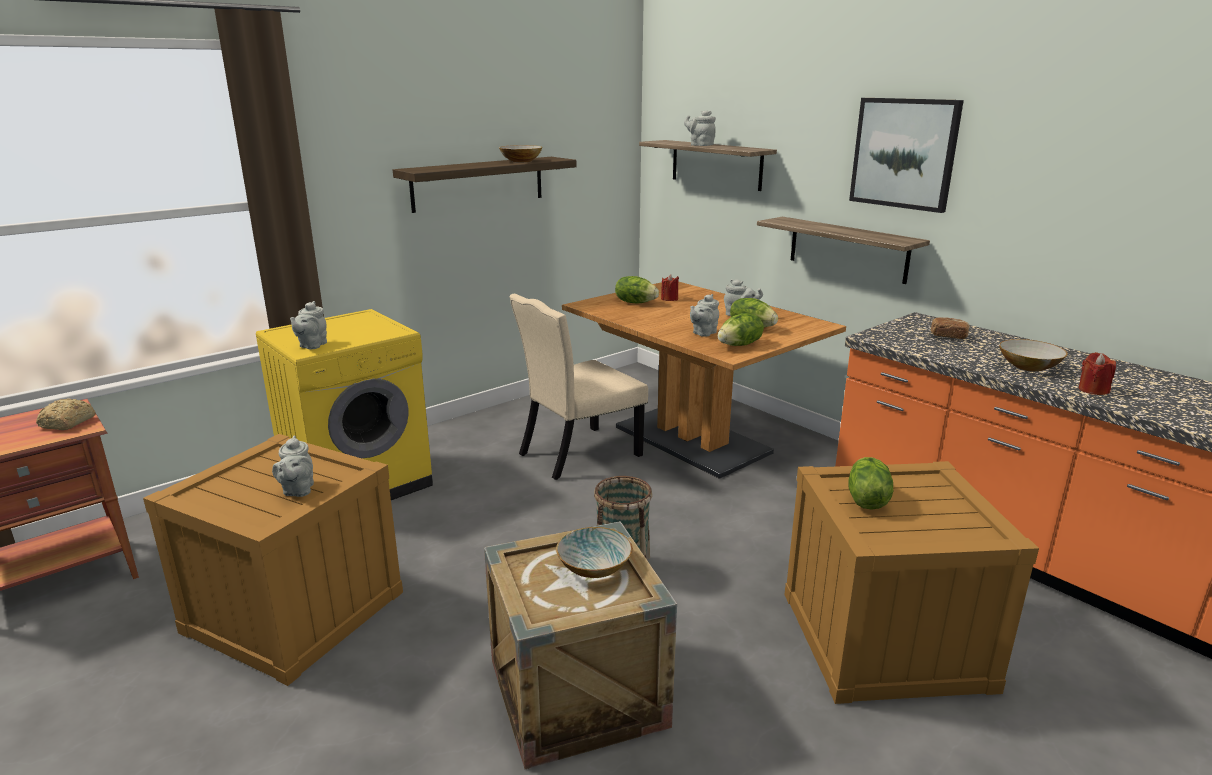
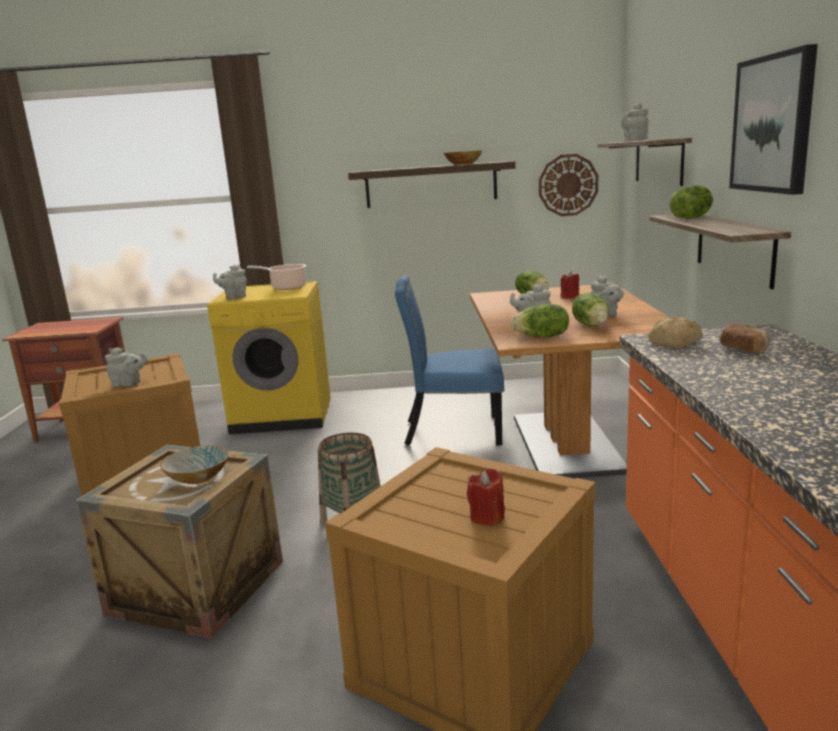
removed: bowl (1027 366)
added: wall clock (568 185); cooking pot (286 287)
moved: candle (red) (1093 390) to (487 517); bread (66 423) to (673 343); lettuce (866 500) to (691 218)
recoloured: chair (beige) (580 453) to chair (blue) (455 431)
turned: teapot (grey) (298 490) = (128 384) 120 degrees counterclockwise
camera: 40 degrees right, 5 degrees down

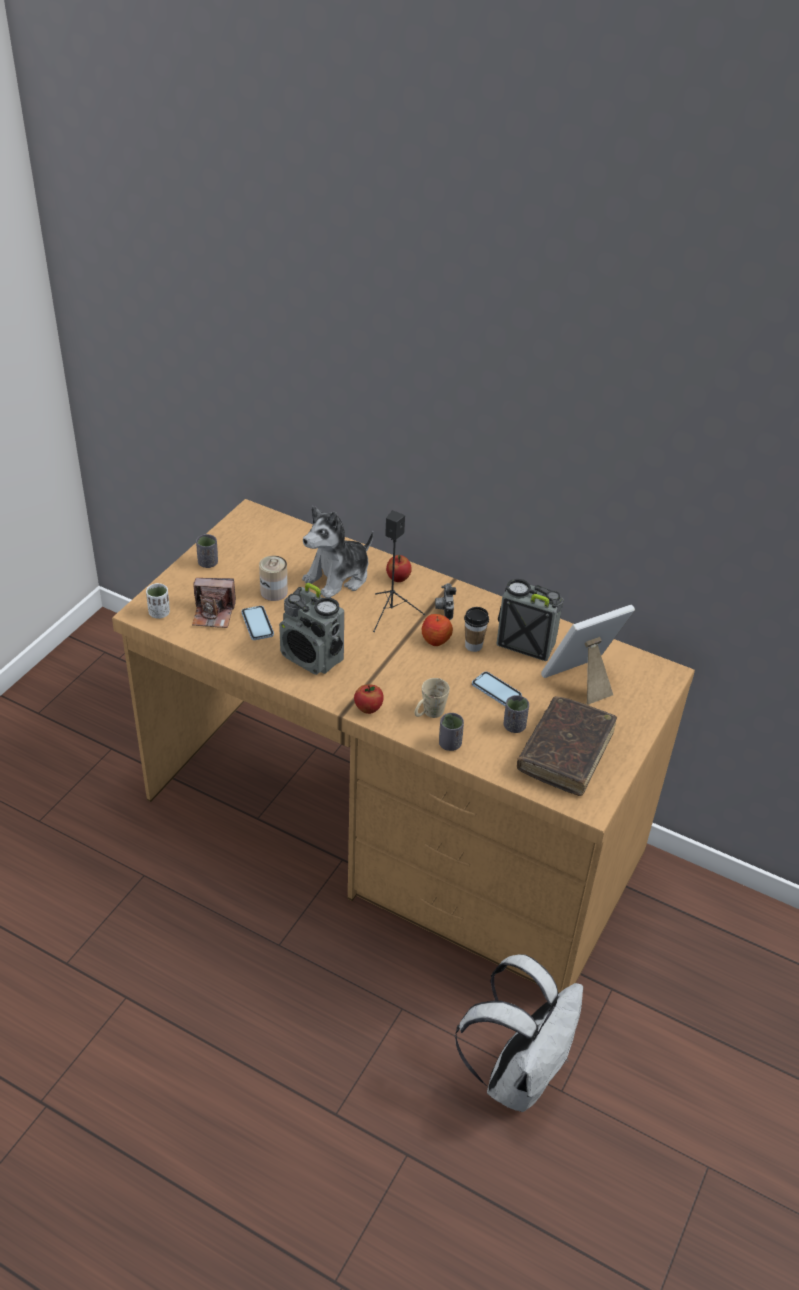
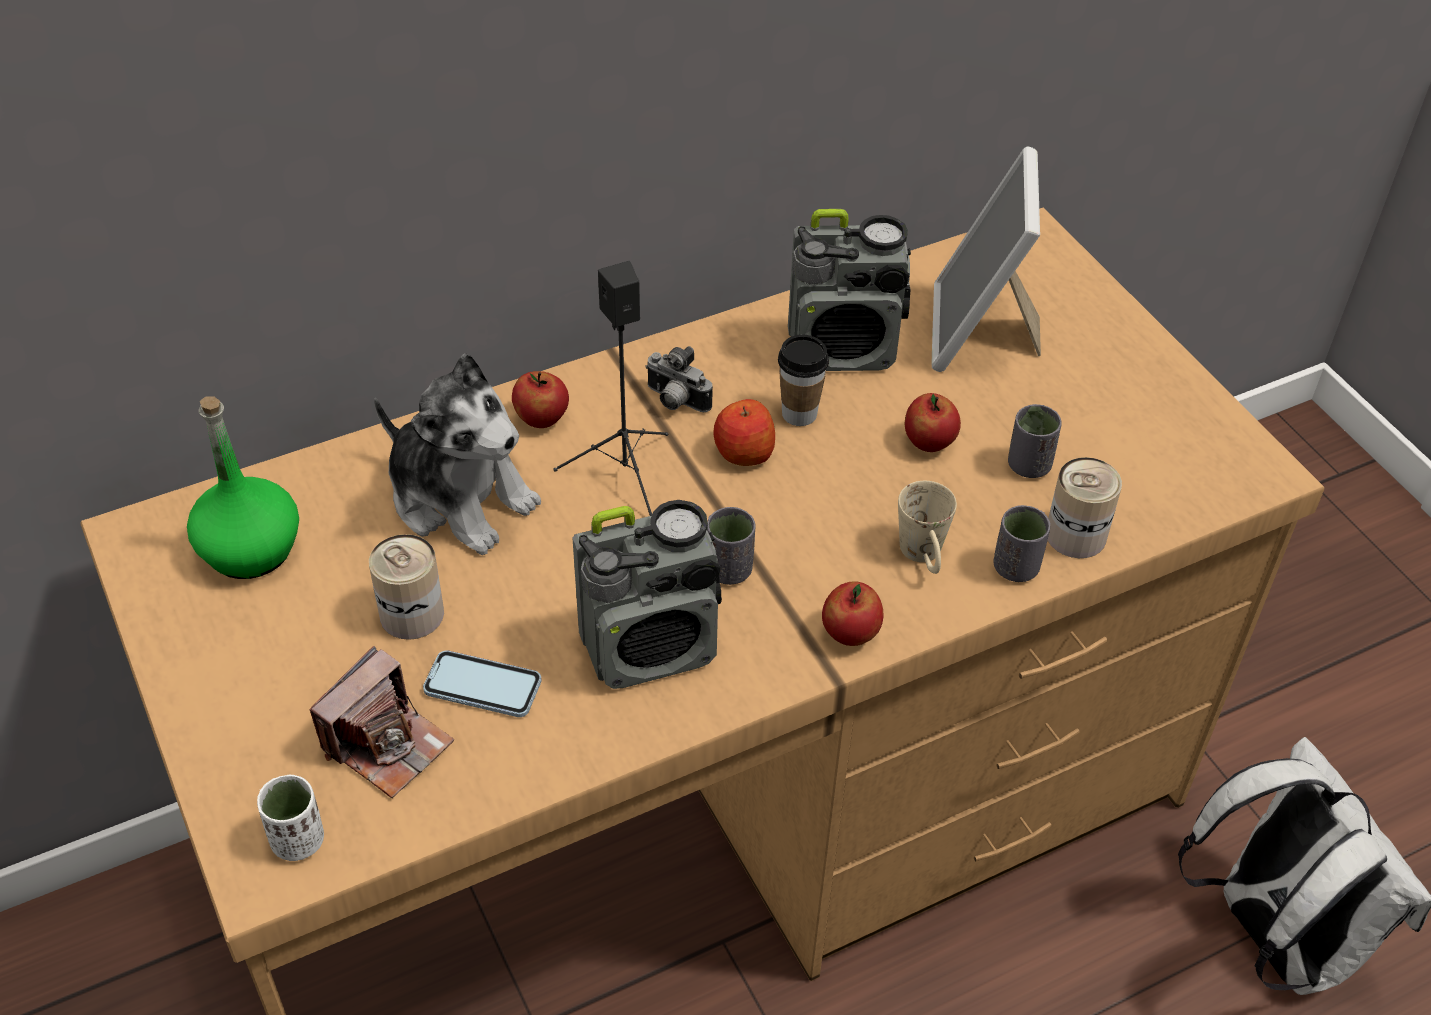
removed: book (brown) (565 752)
added: bottle (green) (251 549); can (1075 535)
moved: cup (grey) (208 563) to (729 570)
replaced: phone (496 690) to apple (929 443)
turned: plush toy (338 577) = (460 498) 45 degrees counterclockwise; radio (526 643) = (844 349) 150 degrees counterclockwise
camera: 55 degrees left, 5 degrees up

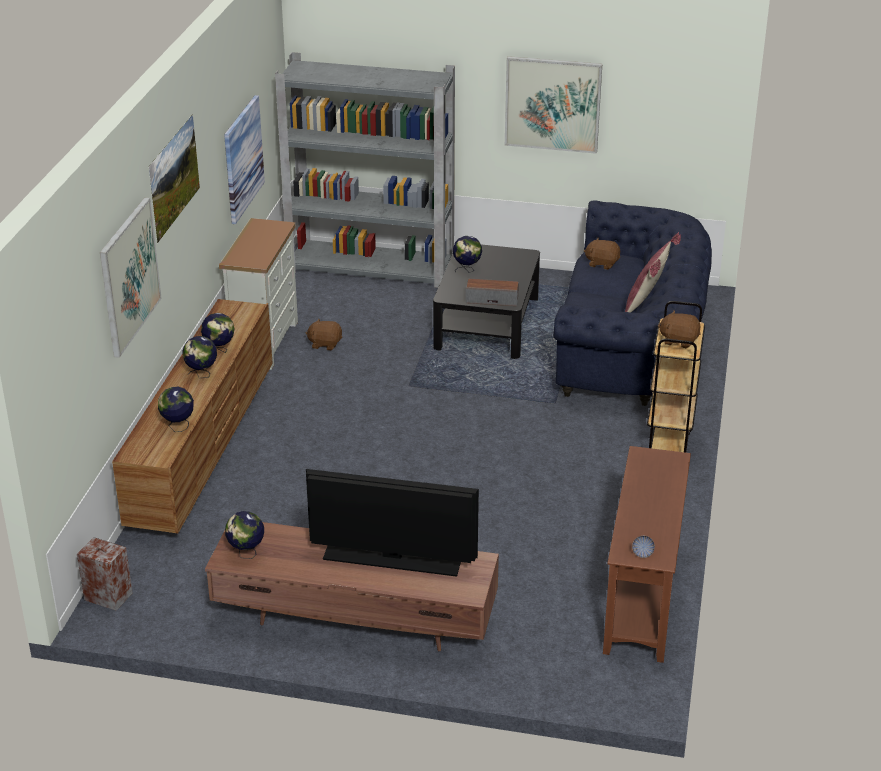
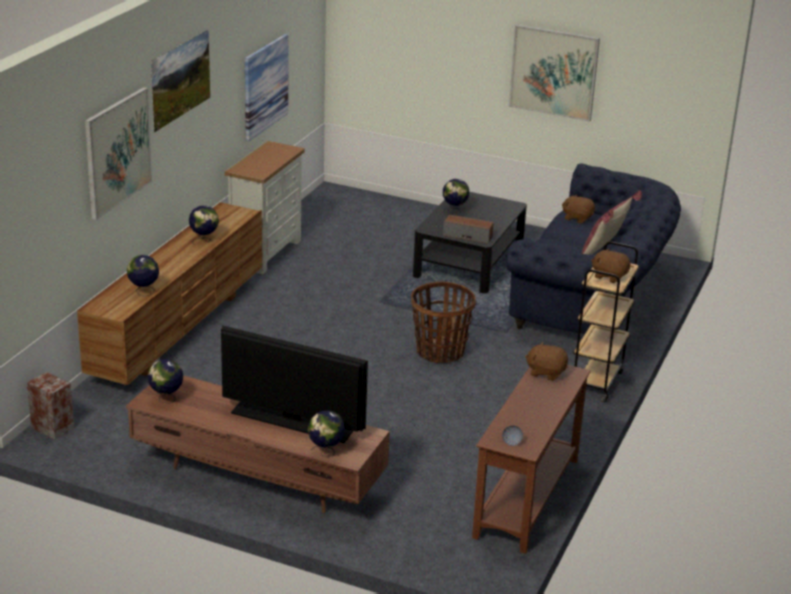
removed: bookcase (grey) (371 267)
added: basket (440 352)
moved: plush toy (brown) (325 344) to (546 372); globe (202 375) to (326 452)
camera: 10 degrees right, 5 degrees down

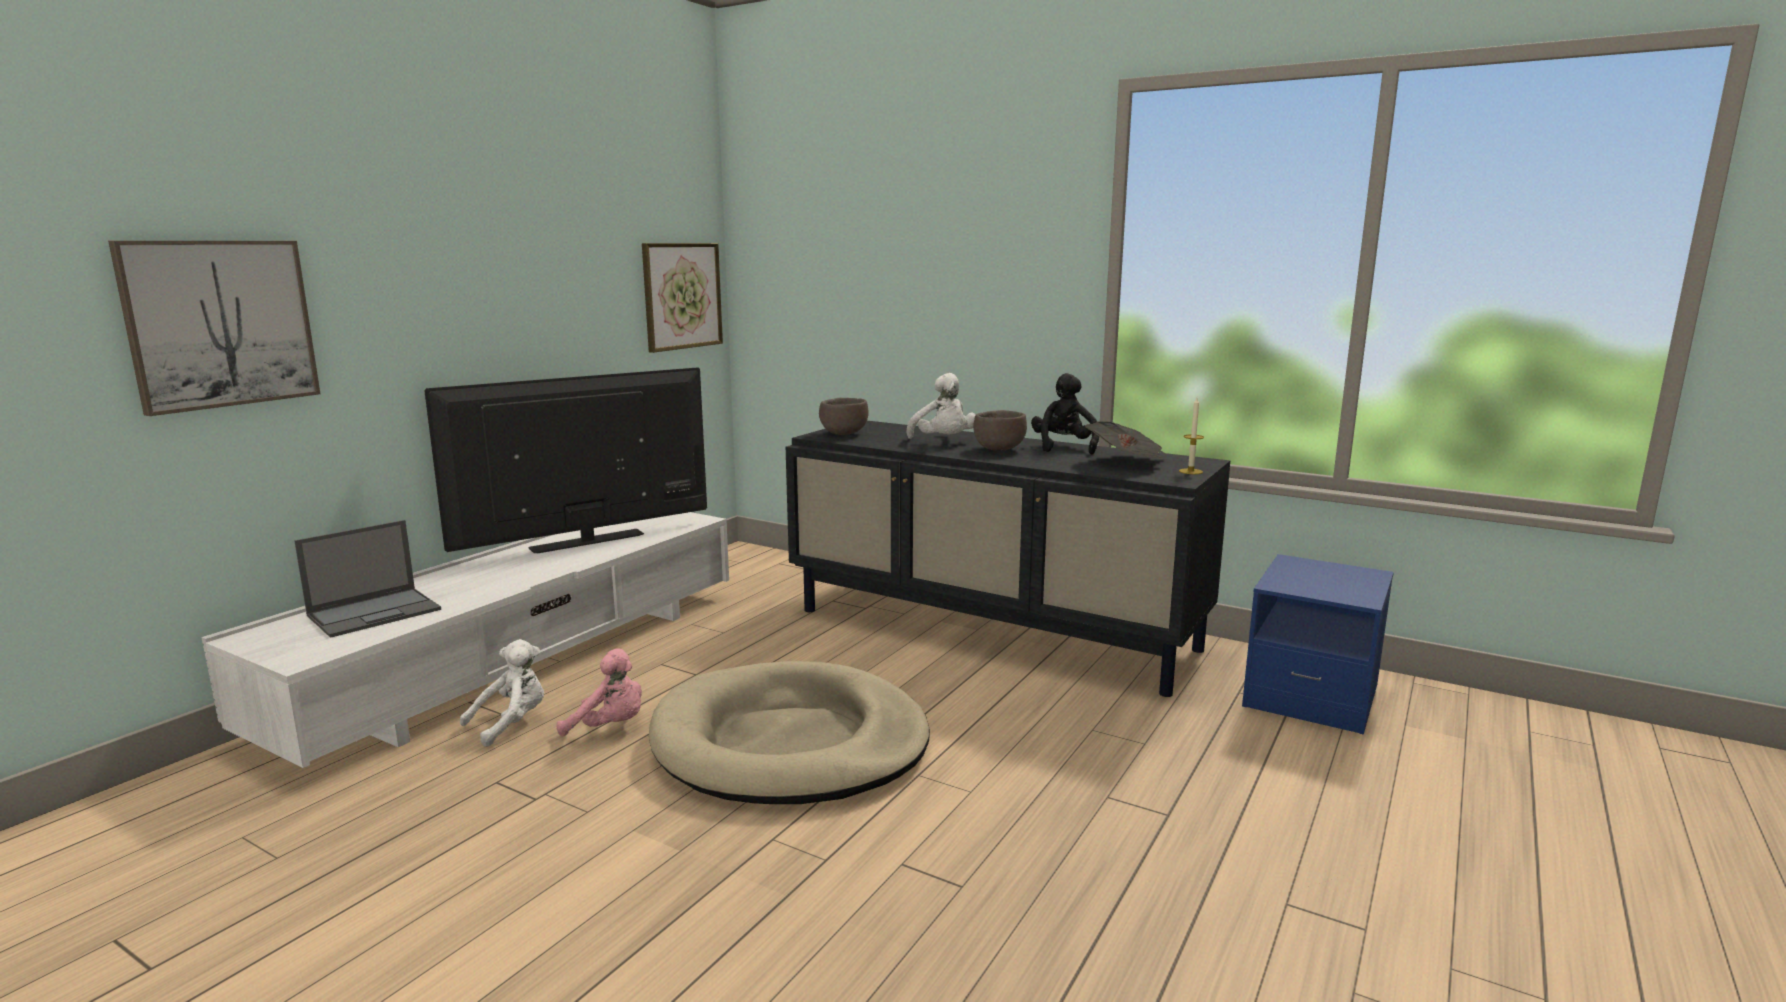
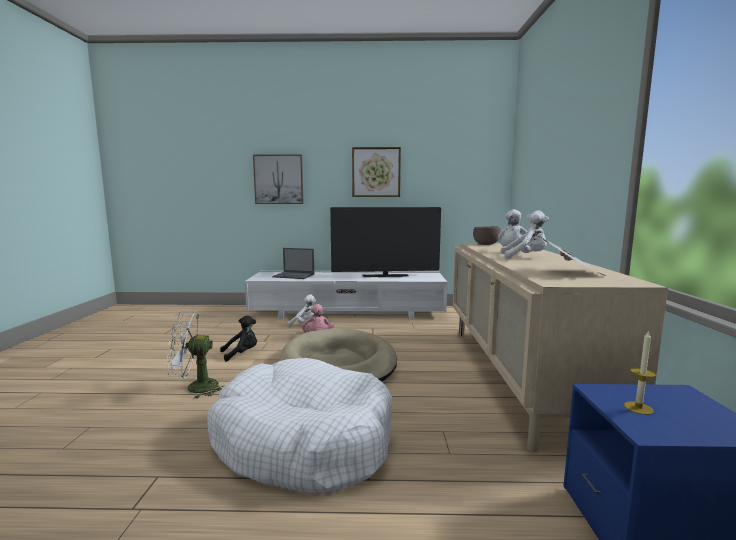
added: fan (white) (195 388); dog bed (white) (303 441)
moved: picture (682 296) to (376 172); plush toy (black) (1064 447) to (241 354); candle (1190 471) to (638 408)
replaced: bowl (brown) (999 449) to plush toy (white) (525 257)
recoloured: cabinet (black) (991 631) to cabinet (beige) (517 375)
turned: television (587 542) = (385 276) 150 degrees clockwise
camera: 60 degrees right, 5 degrees down

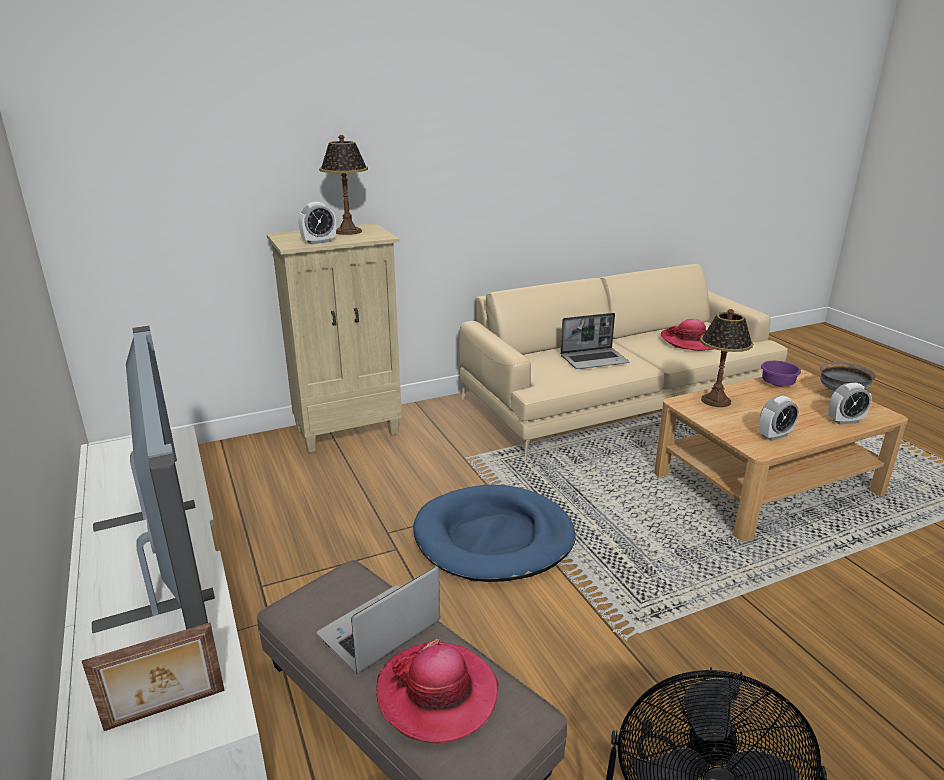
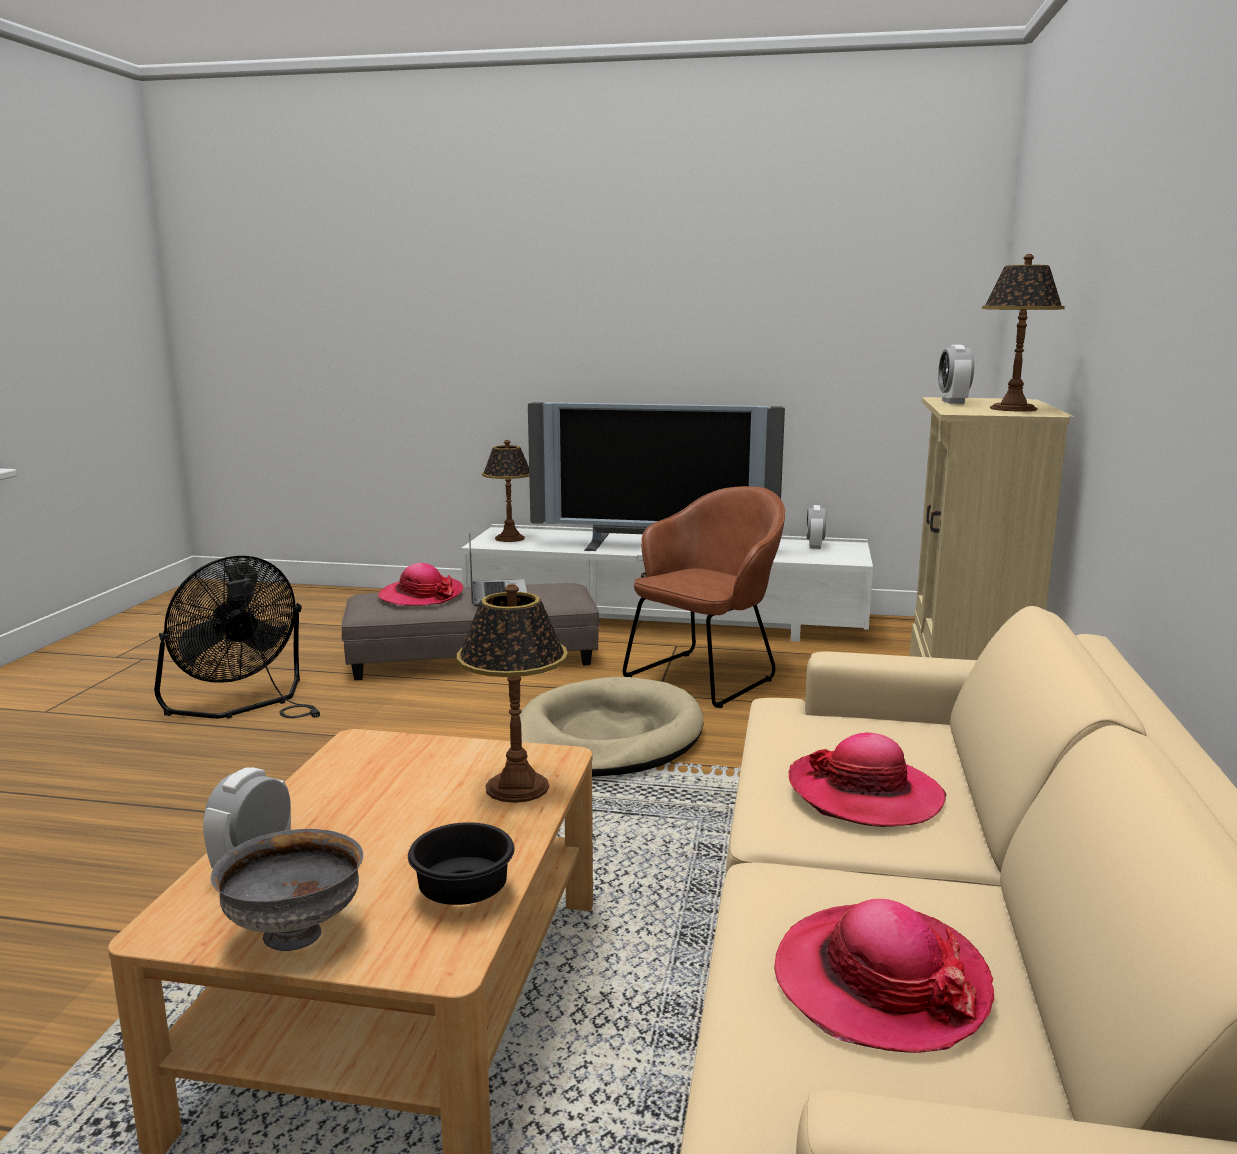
added: armchair (brown) (707 676)
moved: alarm clock (774 435) to (815 546)
replaced: laptop (594 360) to hat (865 794); picture frame (166 711) to table lamp (509 538)
recoloured: bowl (purple) (776 384) to bowl (black) (467 893); dog bed (blue) (494 538) to dog bed (beige) (608 736)
camera: 125 degrees right, 10 degrees down

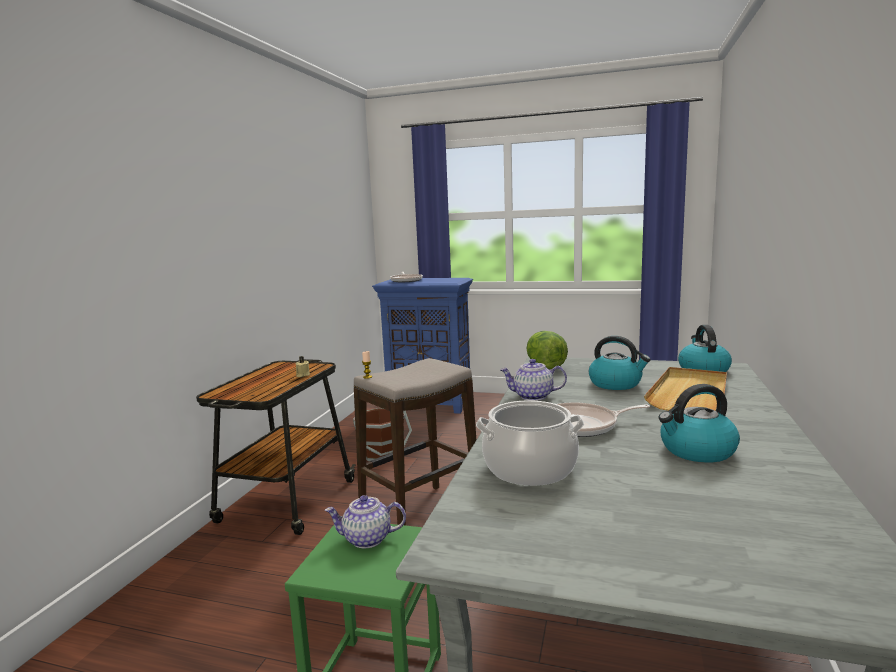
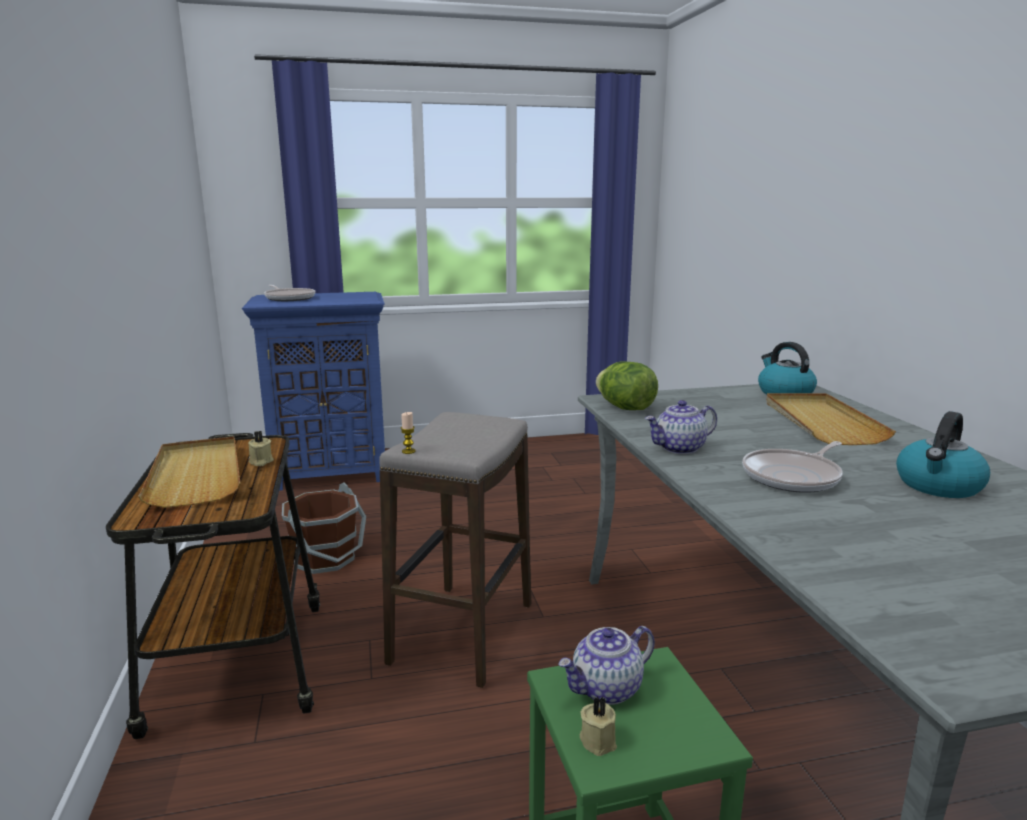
removed: kettle (616 384); cooking pot (530 468)
added: tray (beige) (197 475); candle (beige) (599 740)
camera: 30 degrees left, 5 degrees up

